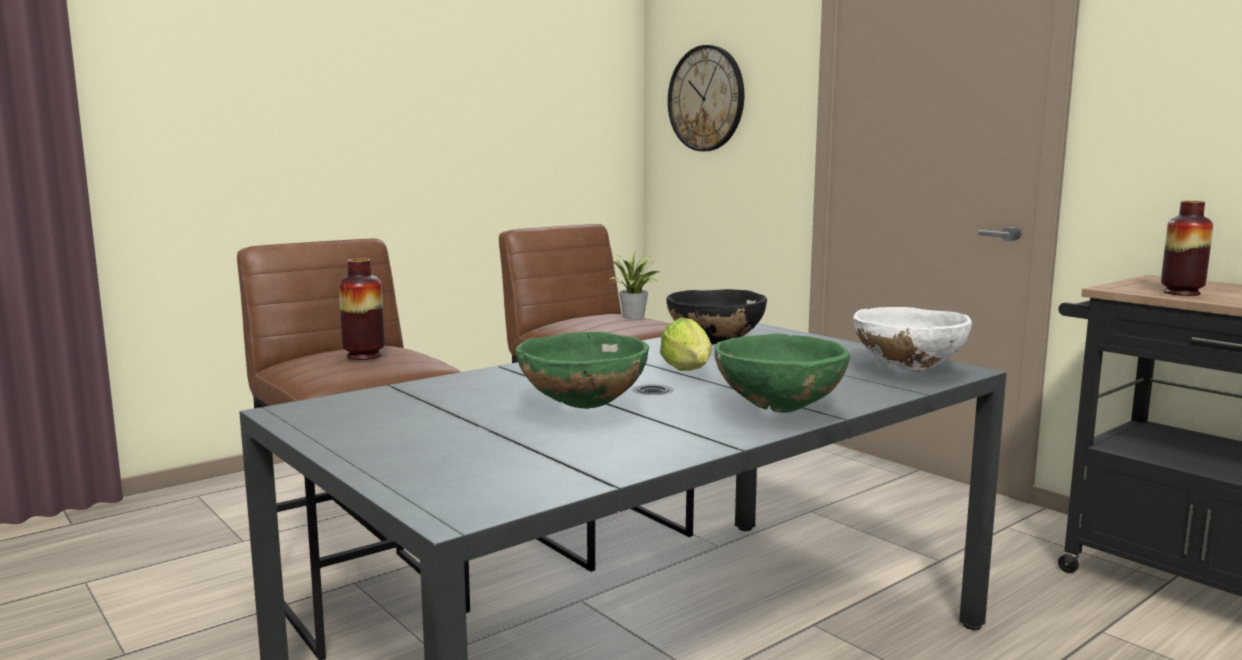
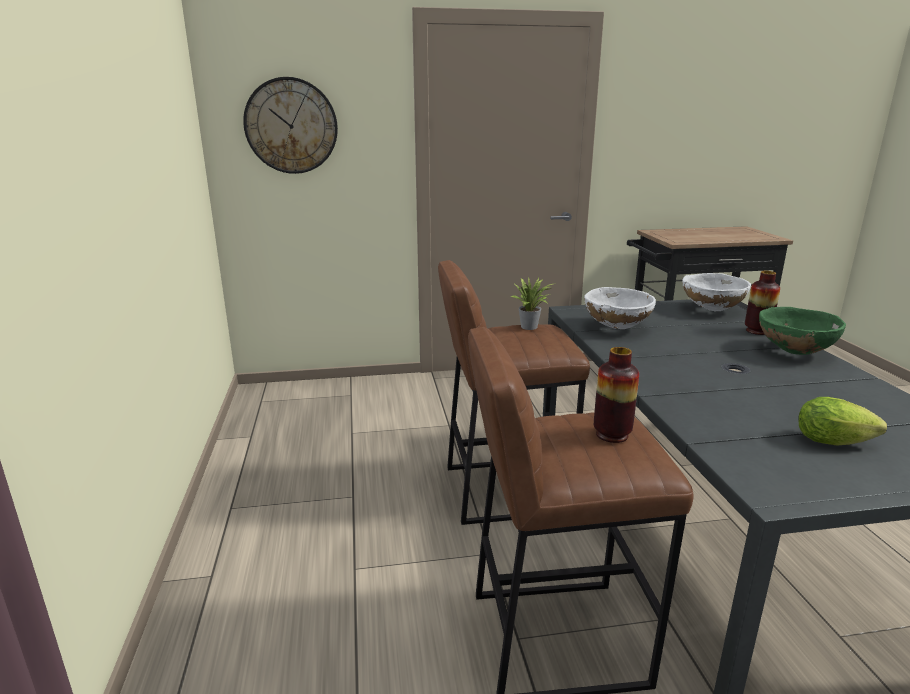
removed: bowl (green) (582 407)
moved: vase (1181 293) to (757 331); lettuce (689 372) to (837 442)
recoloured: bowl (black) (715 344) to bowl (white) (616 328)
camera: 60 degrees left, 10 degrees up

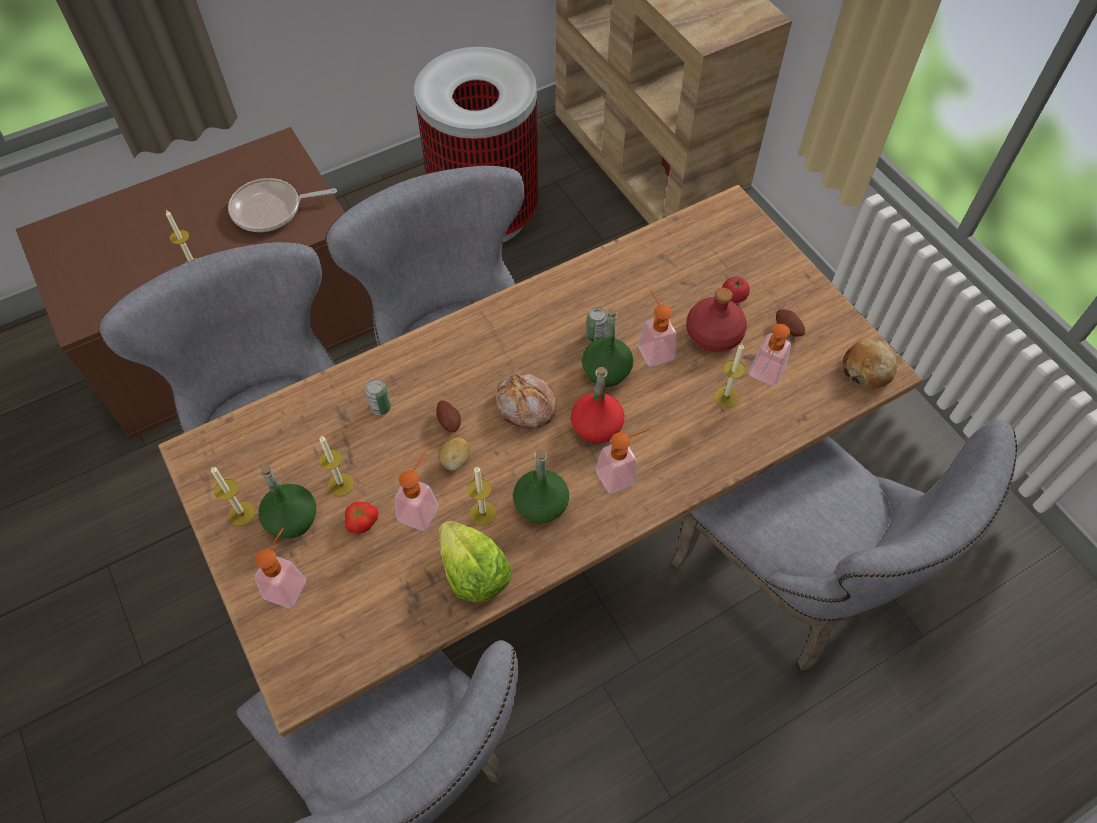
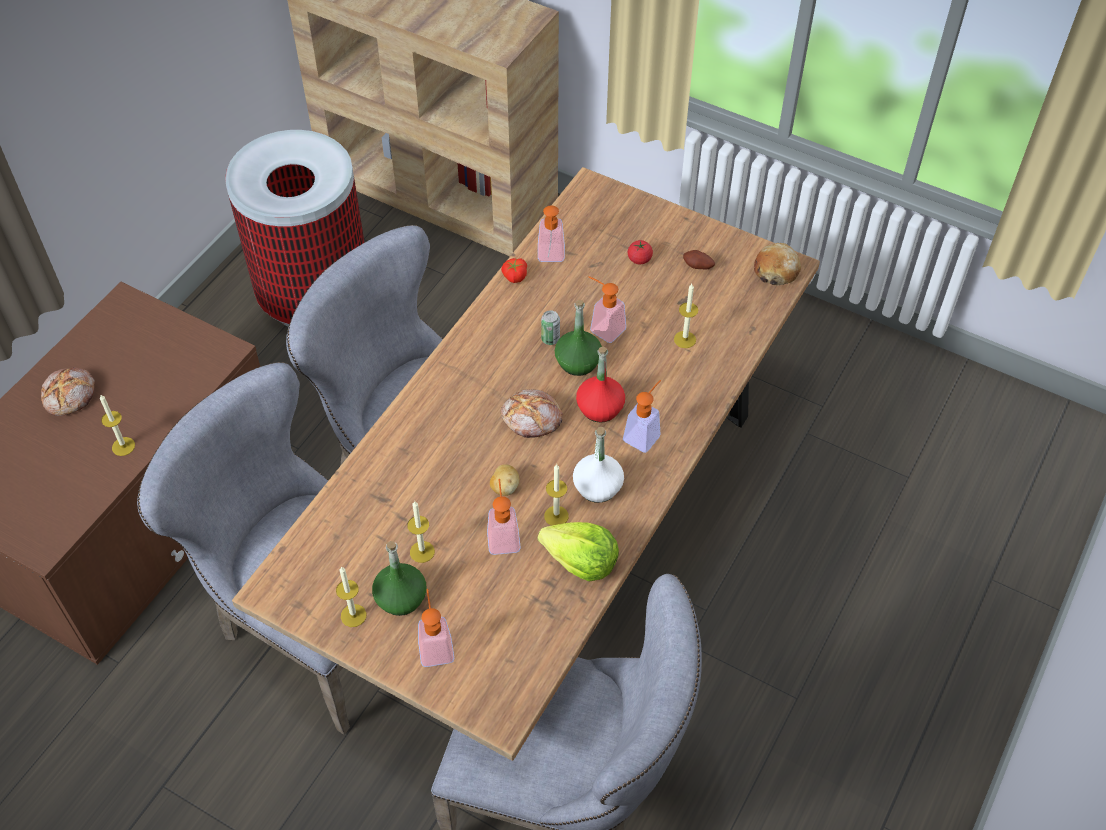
removed: frying pan (271 210); bottle (red) (713 333); can (381 407); potato (449 421); chair (grey) (792 582)
added: bread (71 396)
moved: soap dispenser (763 376) to (551 257); tomato (361 521) to (514 276)
recoloured: bottle (green) (541 505) to bottle (white) (598 487)
camera: 30 degrees left, 5 degrees down

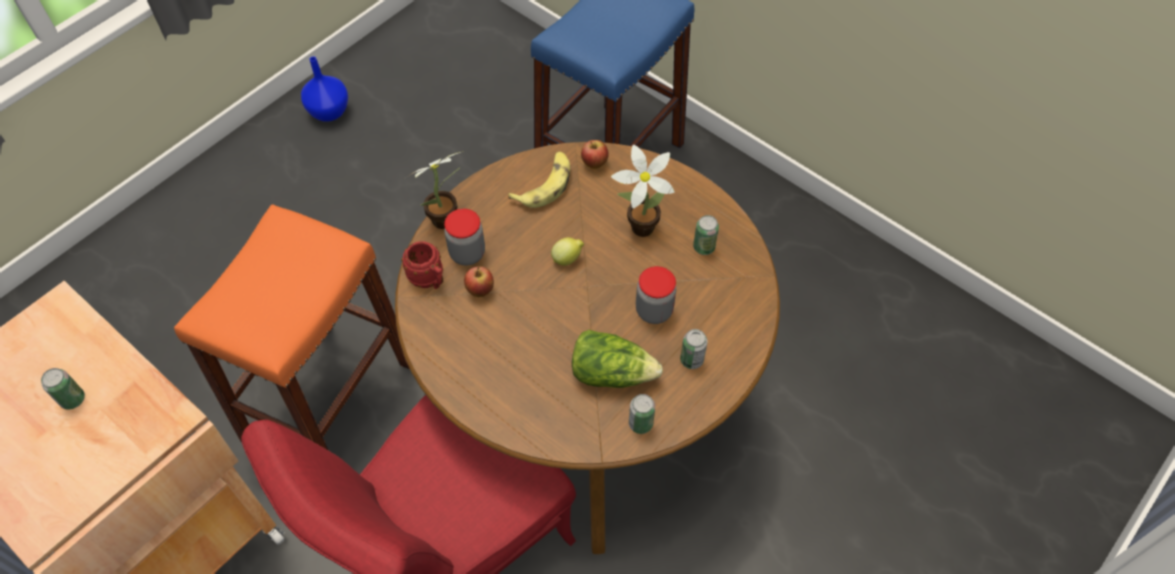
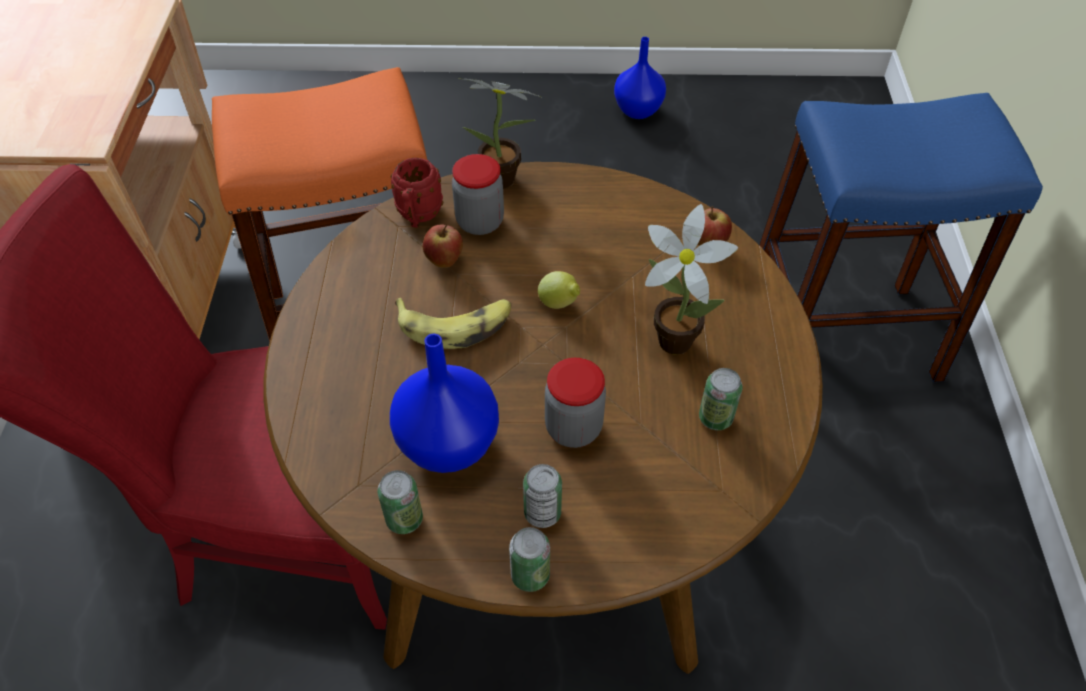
moved: banana (545 184) to (456 324); can (73 399) to (530 575)
replaced: lettuce (611 372) to vase (blue) (449 443)
camera: 50 degrees right, 5 degrees down

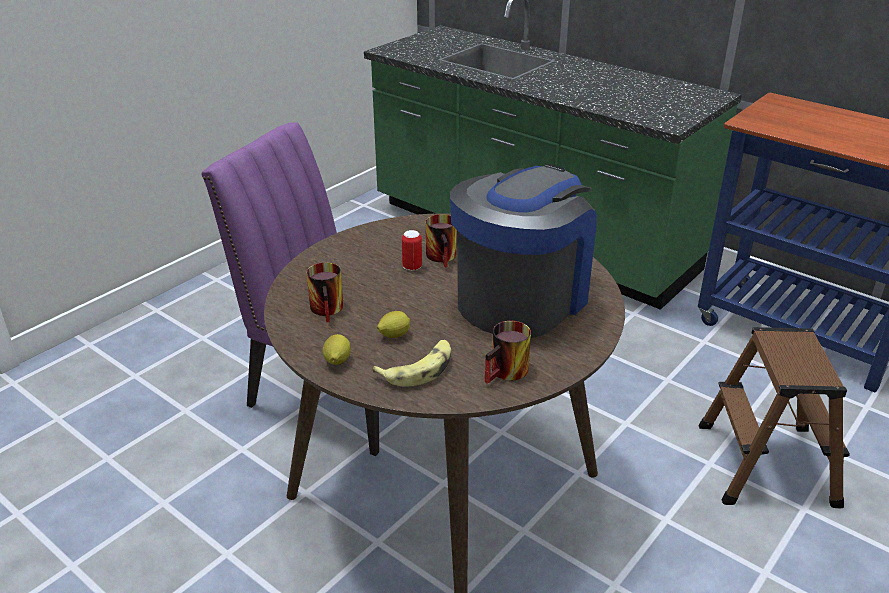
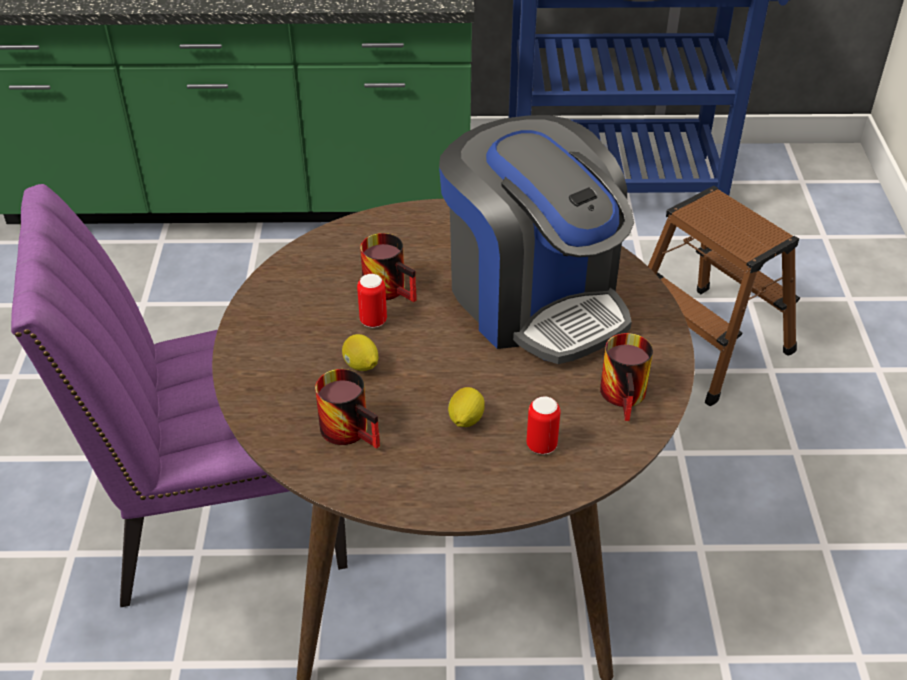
moved: lemon (337 361) to (361 366)
replaced: banana (419 369) to can (541 445)
turned: coffee machine (522 298) = (534 298) 150 degrees clockwise
camera: 40 degrees left, 10 degrees up

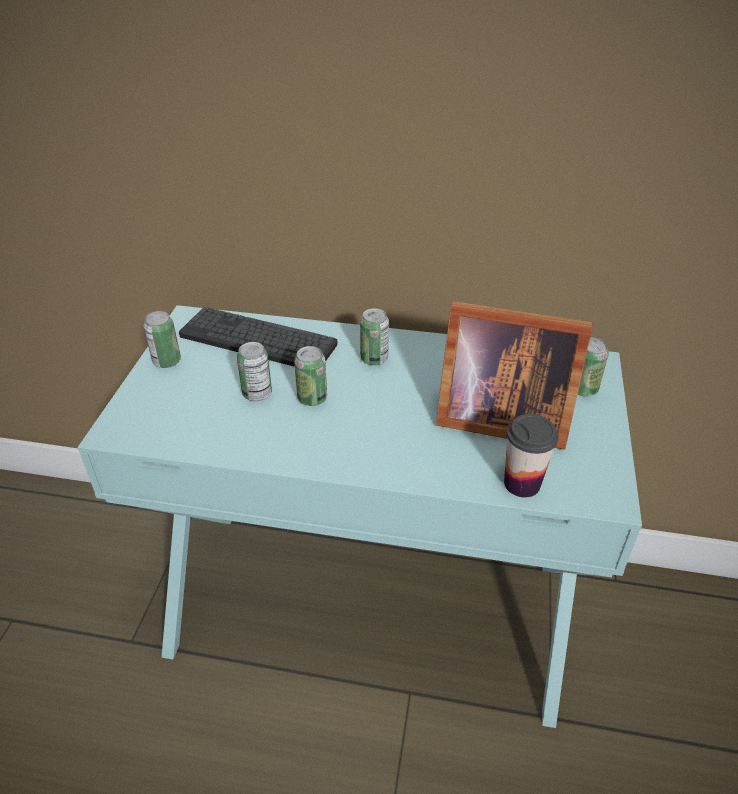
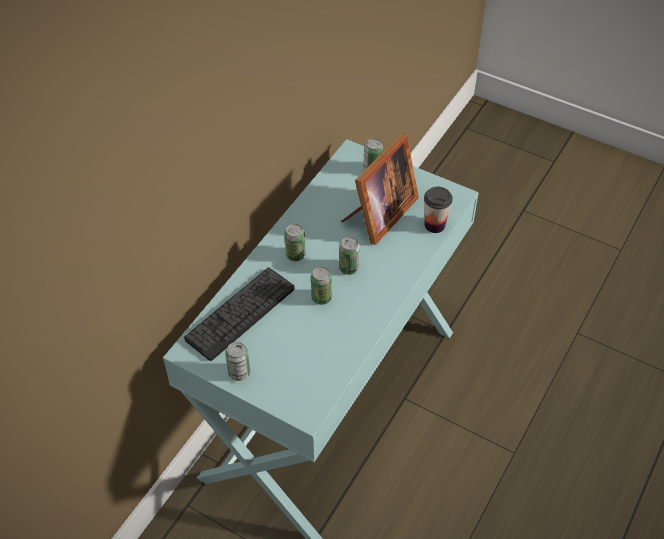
moved: can (257 394) to (348 268)
camera: 70 degrees left, 10 degrees up

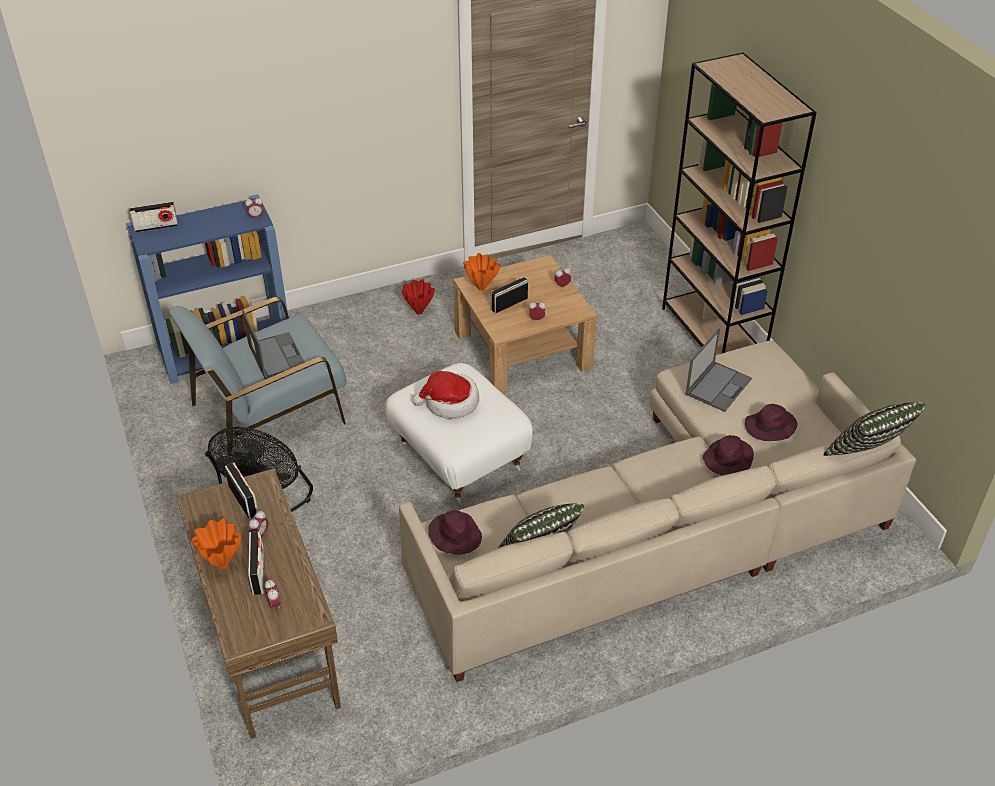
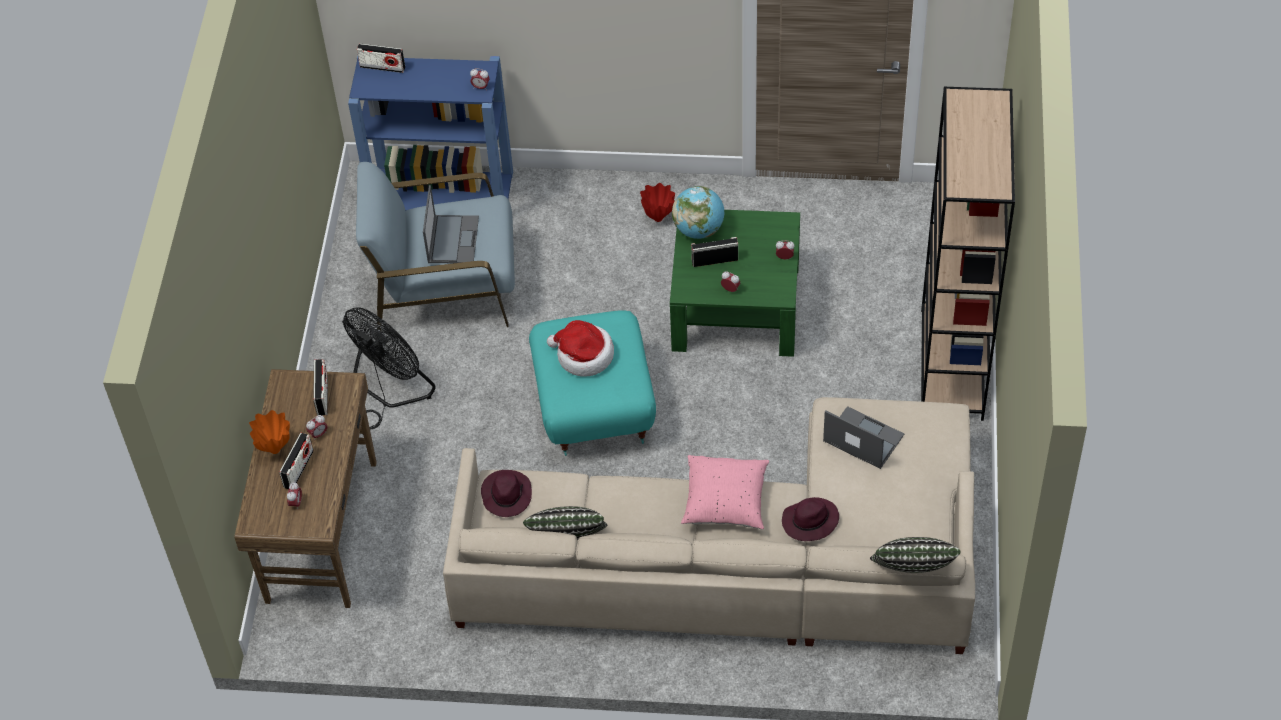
removed: hat (purple) (769 428)
added: pillow (pink) (725 501)
replaced: vase (orange) (480 288) to globe (698 229)
recoloured: coffee table (brown) (522 350) to coffee table (green) (736 306); ottoman (white) (458 457) to ottoman (turquoise) (593 406)
turned: laptop (718 386) = (862 438) 120 degrees counterclockwise
camera: 30 degrees right, 10 degrees up

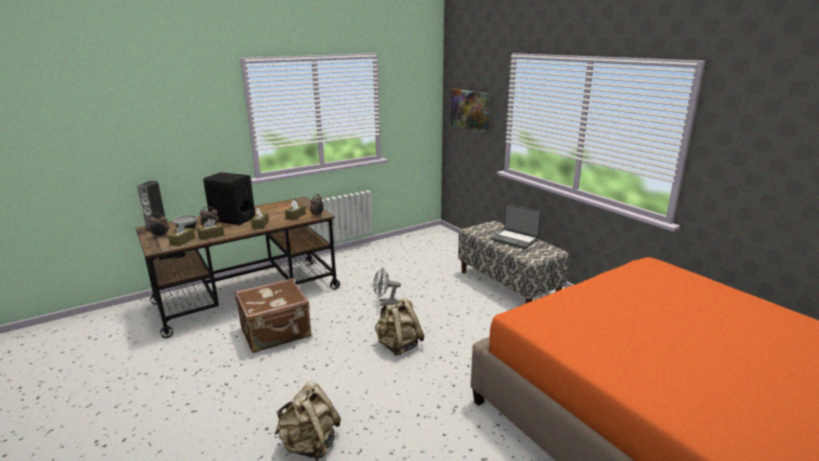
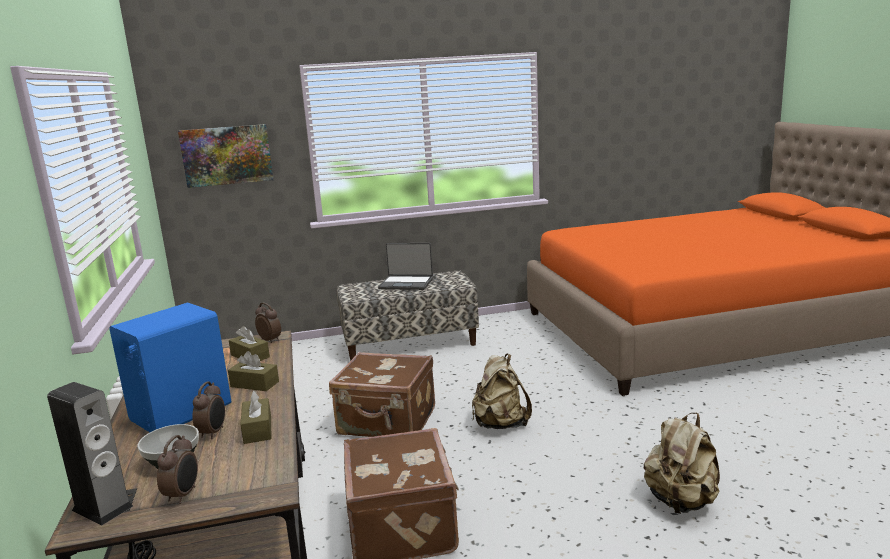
removed: tissue box (brown) (182 241)
replaced: fan (grey) (385 303) to suitcase (brown) (387 422)
recoloured: speaker (black) (232 219) to speaker (blue) (180 412)
turned: laptop (515 239) = (406 284) 45 degrees clockwise
camera: 70 degrees left, 5 degrees down

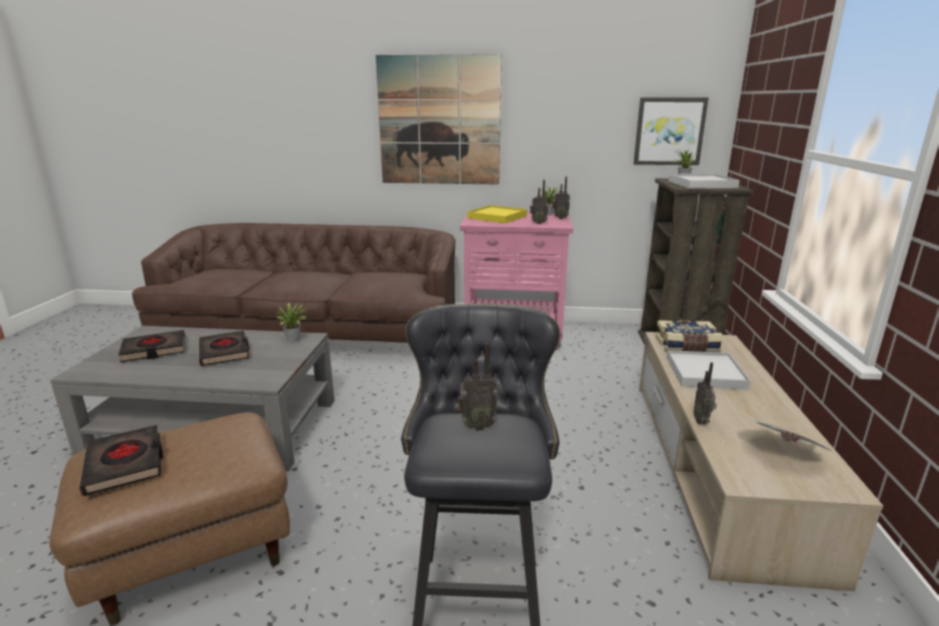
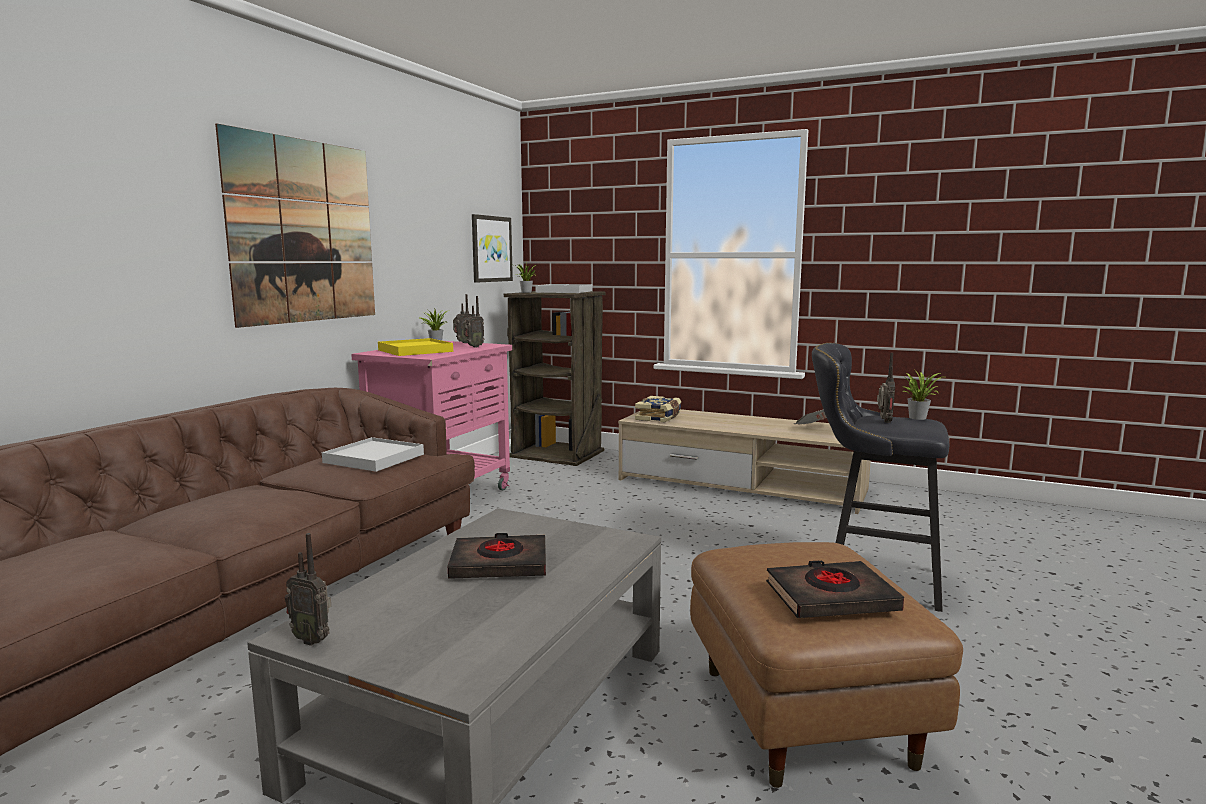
removed: book (black) (154 350)
moved: potted plant (295 340) to (918 417); tray (white) (705 373) to (373 458); radio (702 421) to (312 639)
camera: 70 degrees left, 10 degrees down

